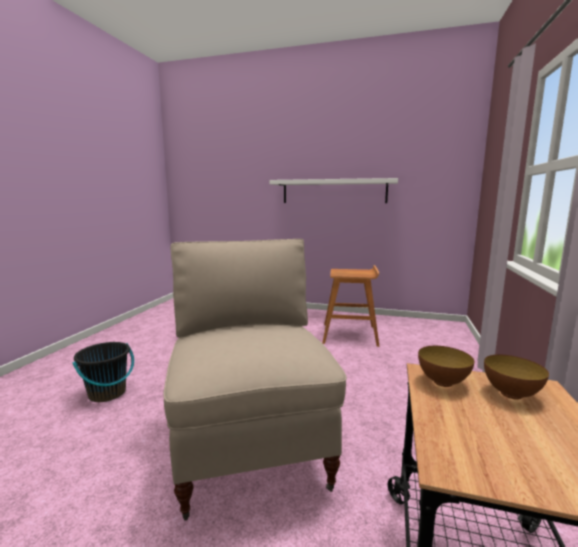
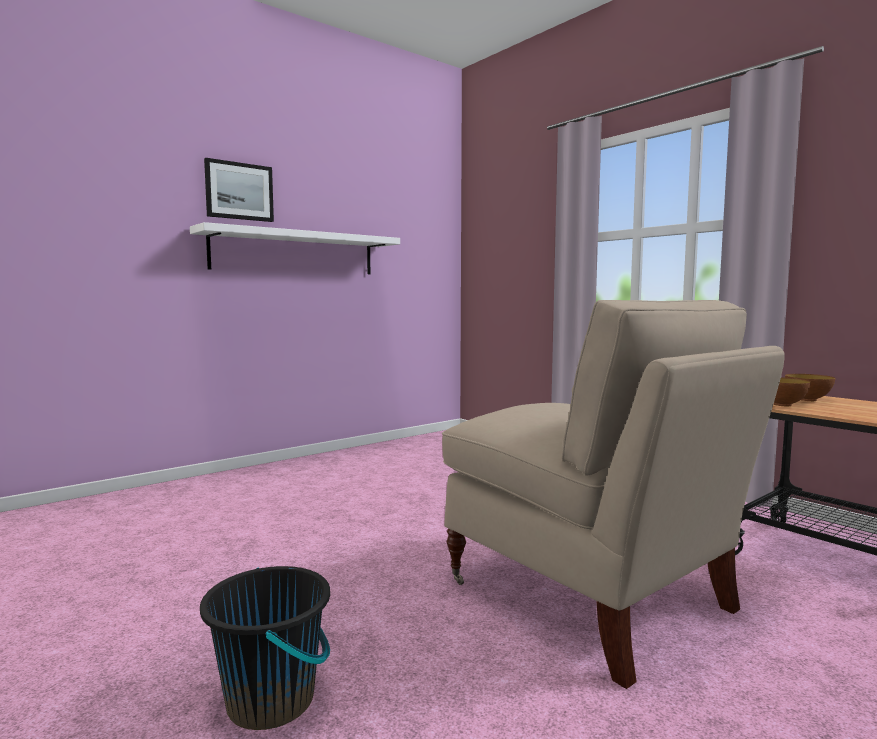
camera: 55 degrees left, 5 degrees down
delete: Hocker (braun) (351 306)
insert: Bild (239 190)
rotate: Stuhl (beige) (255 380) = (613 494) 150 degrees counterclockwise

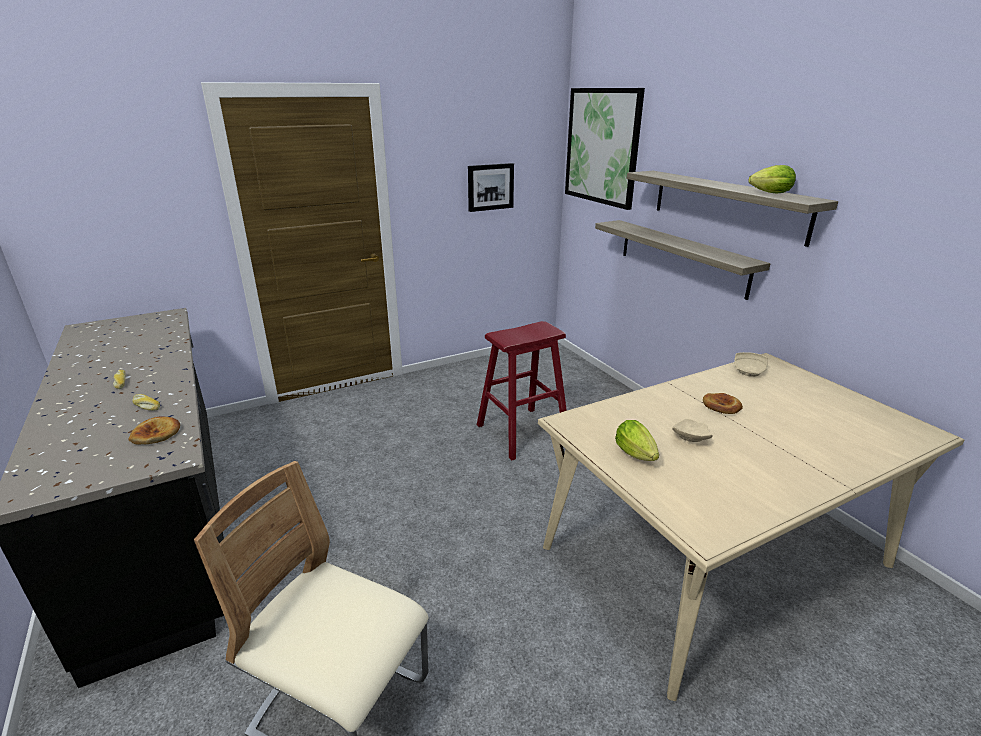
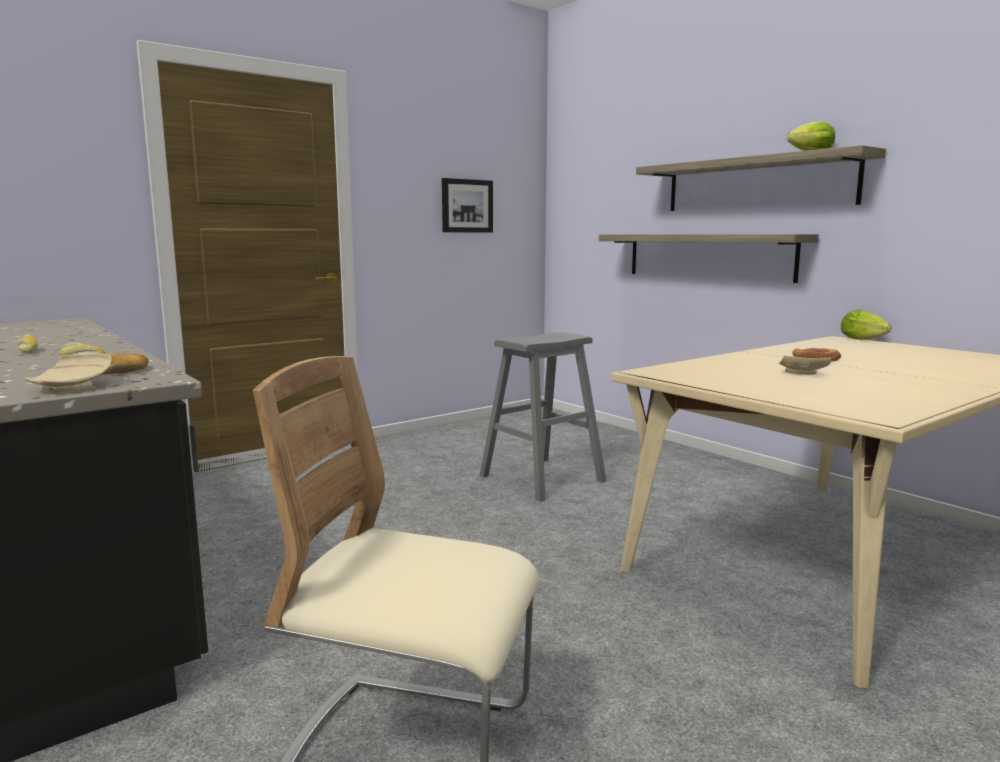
camera: 10 degrees left, 15 degrees down
delete: Bild (605 149)
move: Salatkopf (637 440) to (866 325); Teller (beige) (751 364) to (68 373)
recolor: Hocker (rot) (522 391) to Hocker (grau) (543 417)

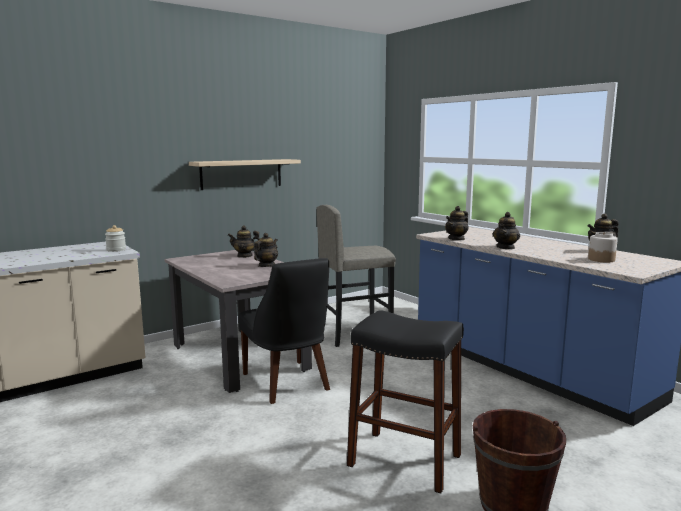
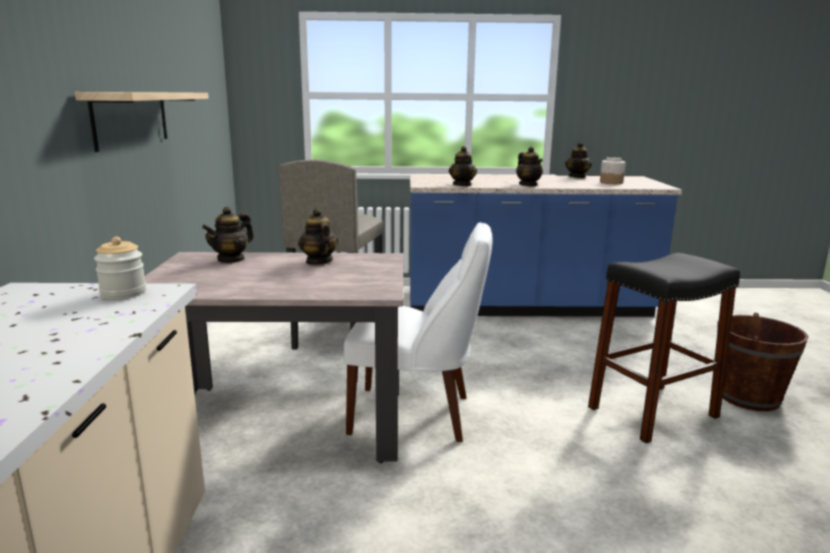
camera: 55 degrees left, 5 degrees up
recolor: Stuhl (schwarz) (284 331) to Stuhl (weiß) (418 332)

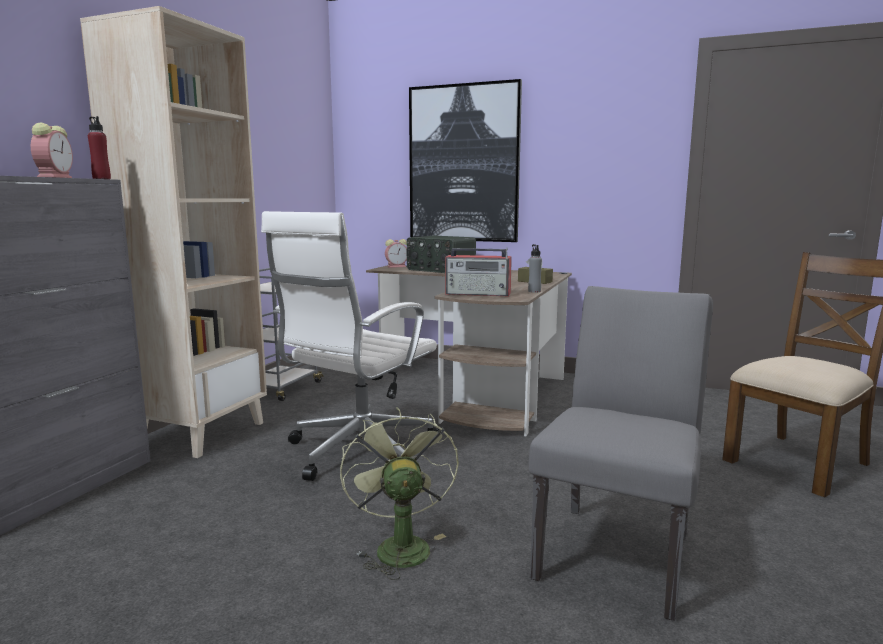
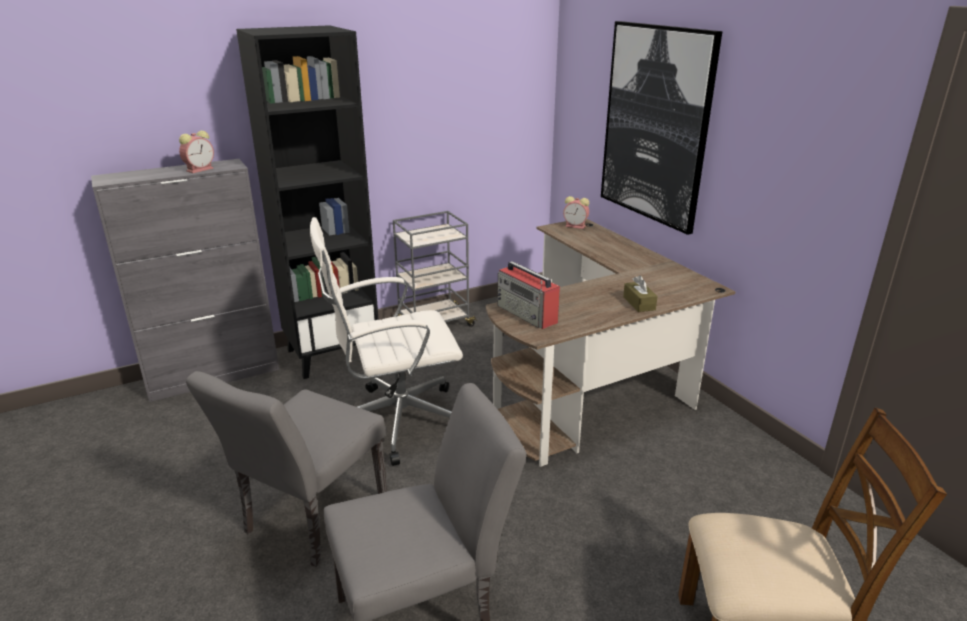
camera: 40 degrees right, 15 degrees up
delete: Flasche (rot) (99 147); Radio (441 254); Flasche (grau) (535 268)
replace: Ventilator (grün) (399 494) to Stuhl (grau) (286 469)
recolor: Bücherregal (beige) (173 232) to Bücherregal (schwarz) (307 202)

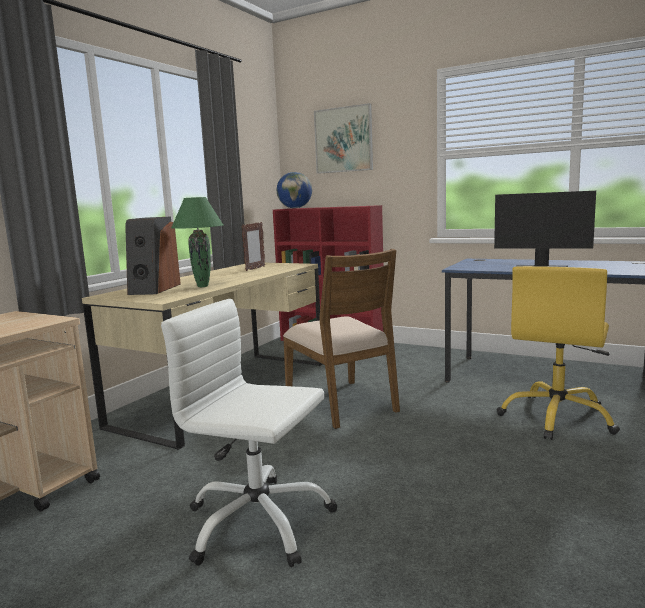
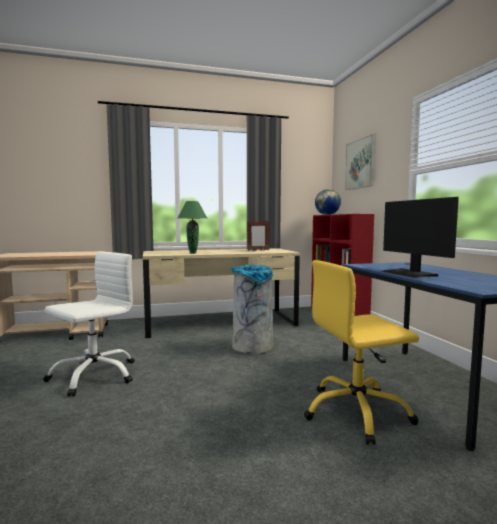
camera: 45 degrees right, 5 degrees down
delete: Lautsprecher (153 256)
replace: Stuhl (braun) (341 339) to Mülleimer (grau) (252 309)
rotate: Bürostuhl (weiß) (249 433) = (88 324) 60 degrees clockwise

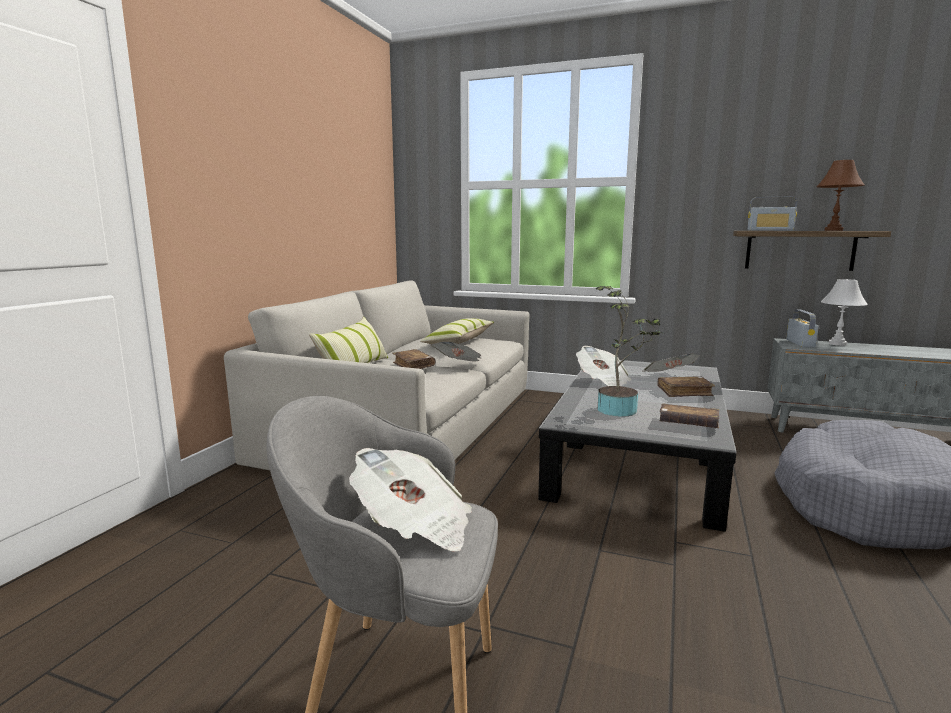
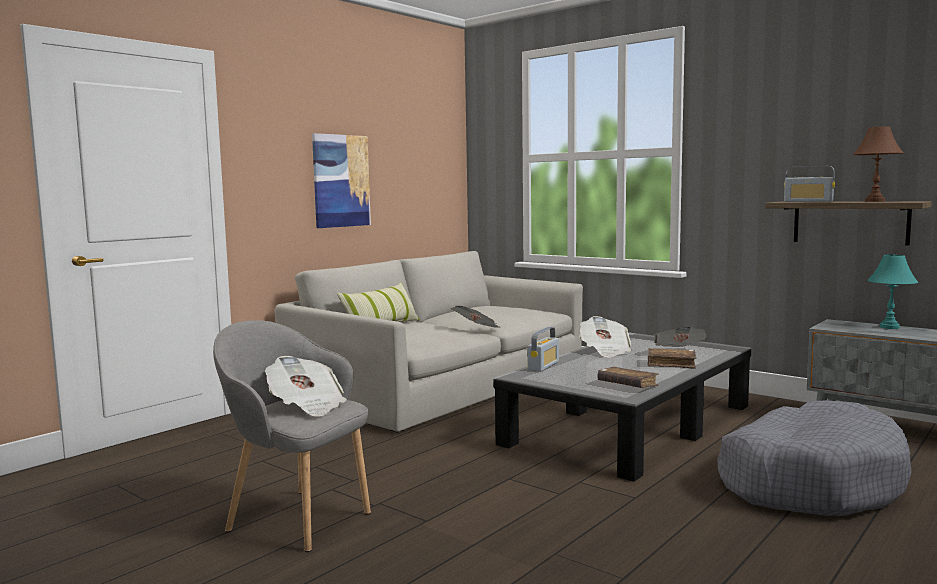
camera: 20 degrees right, 5 degrees down
delete: Buch (braun) (414 359); Kissen (457 331); Topfpflanze (629 351)
insert: Bild (341 180)
move: Radio (802 329) to (543 349)
recolor: Tischlampe (weiß) (844 312) to Tischlampe (türkis) (893 292)

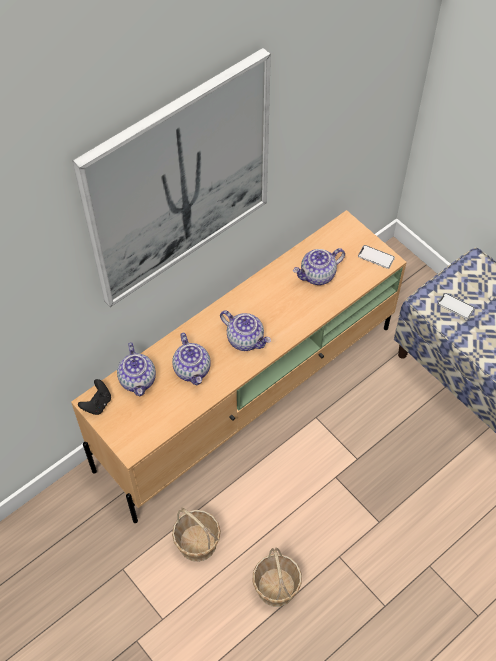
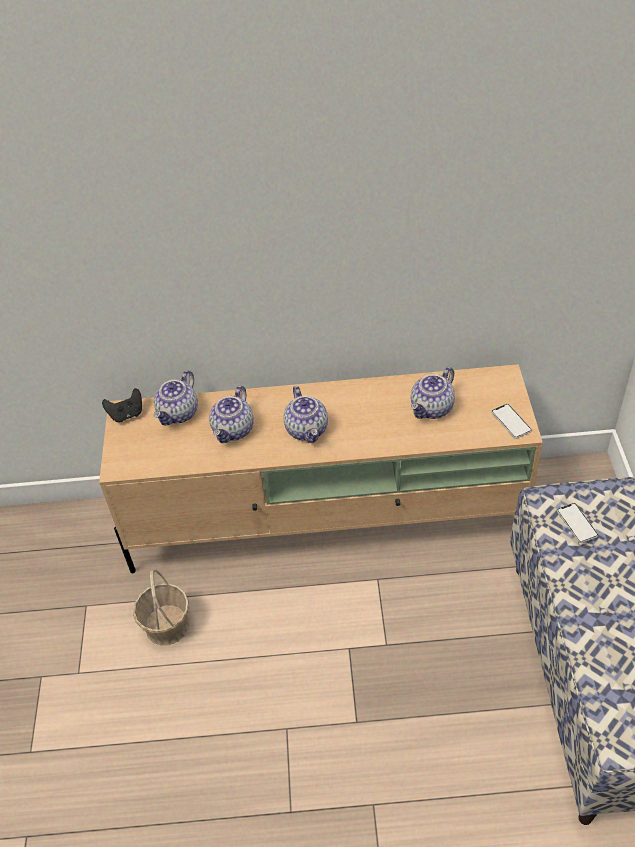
camera: 40 degrees right, 10 degrees down
delete: Bild (171 177); Korb (277 577)
rotate: Teekanne (319 266) = (433 393) 60 degrees counterclockwise

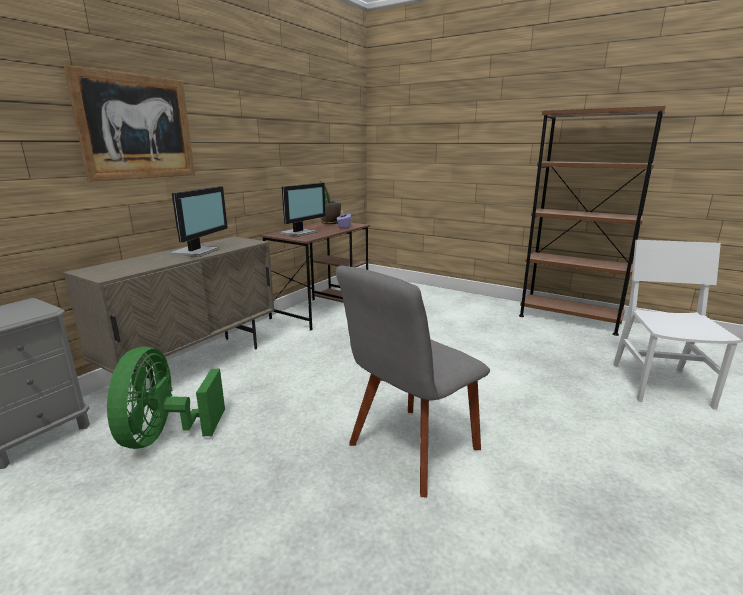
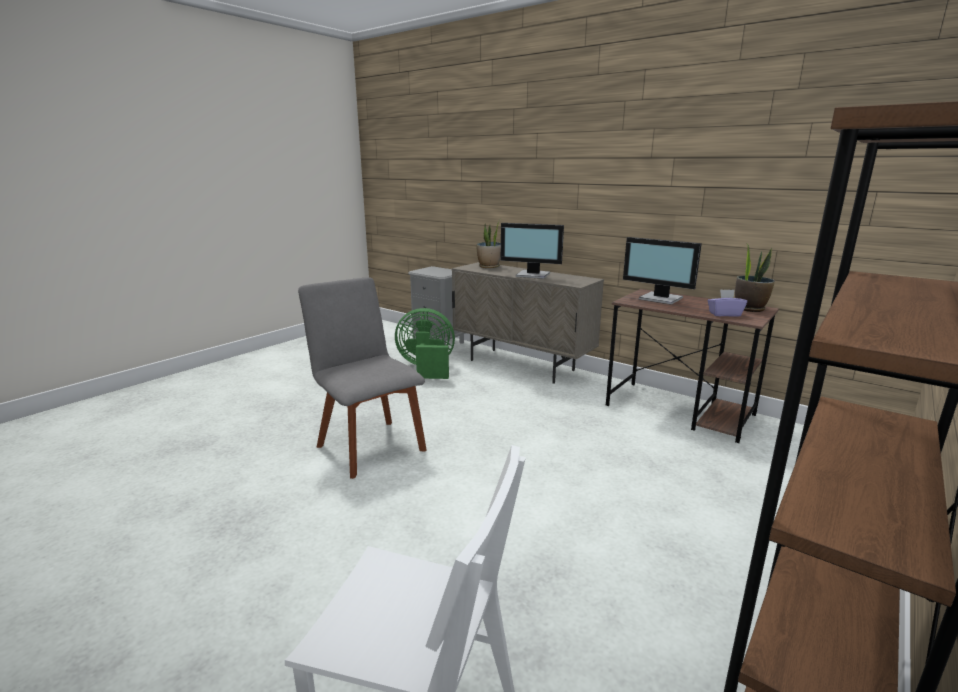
camera: 95 degrees right, 0 degrees up
delete: Bild (129 123)
insert: Topfpflanze (488 244)

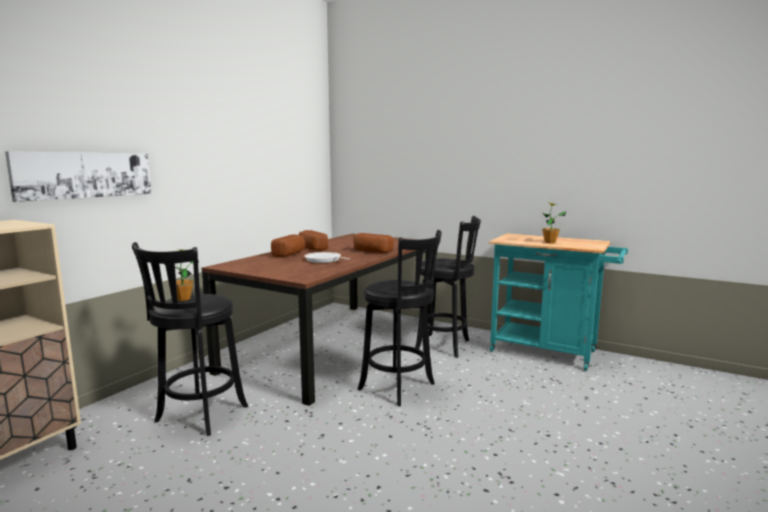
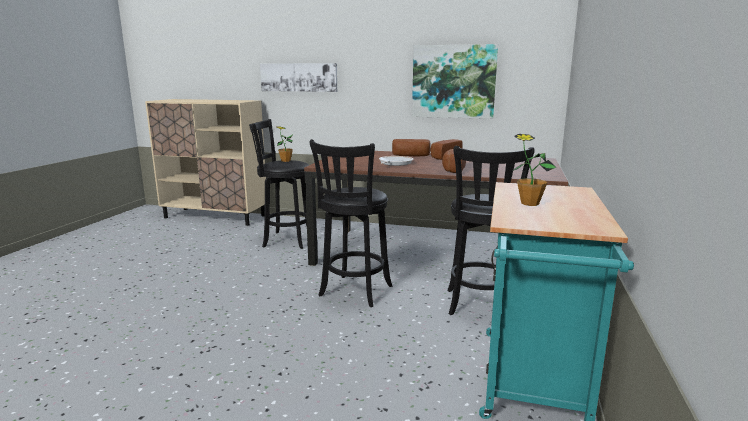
camera: 75 degrees right, 5 degrees up
insert: Bild (455 81)

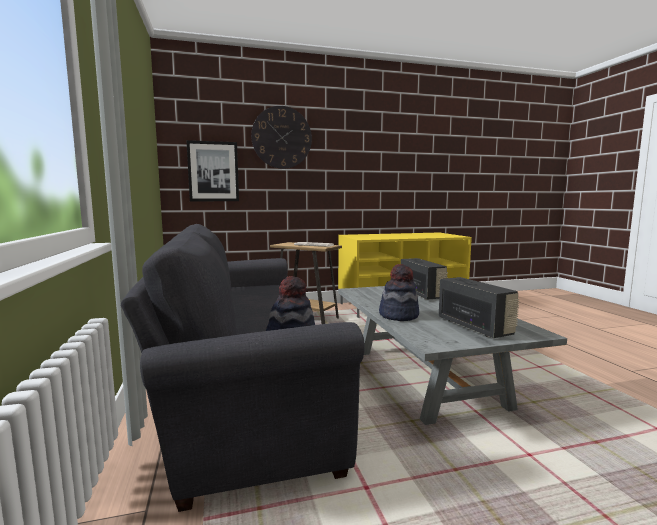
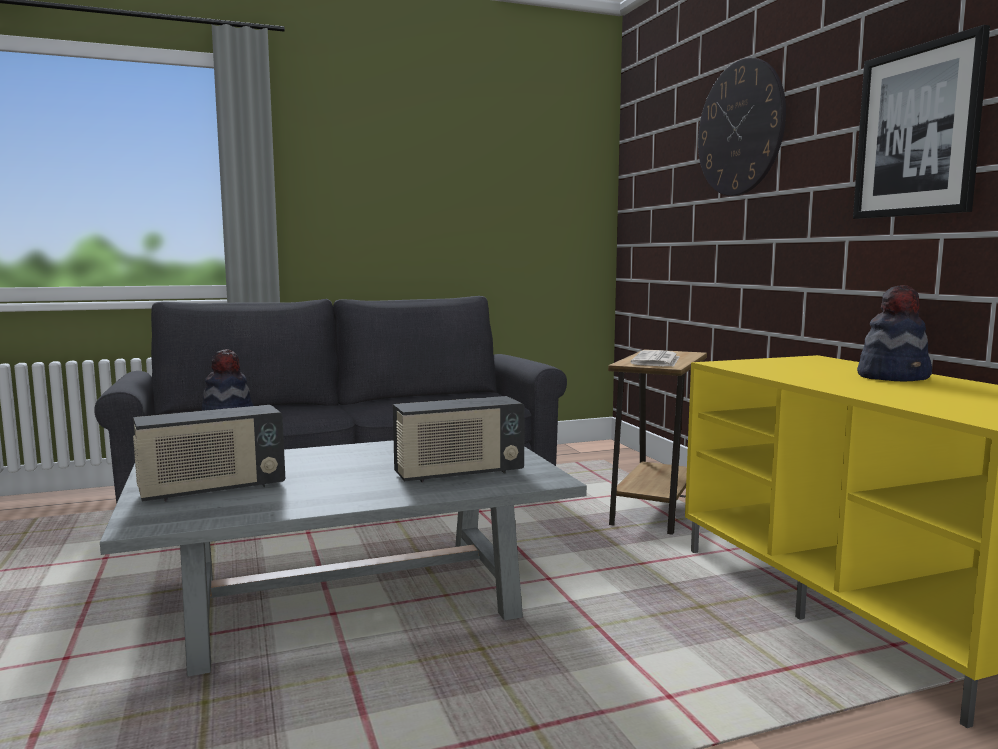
camera: 85 degrees right, 0 degrees up
move: Bild (212 170) to (921 122); Hut (399 292) to (894 333)

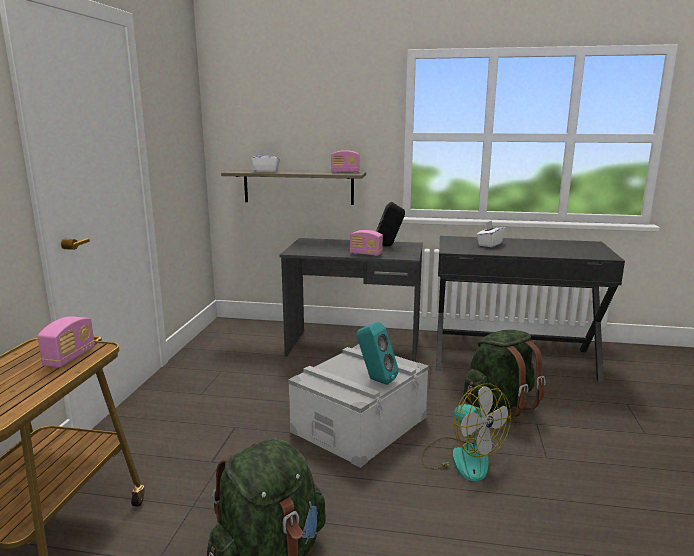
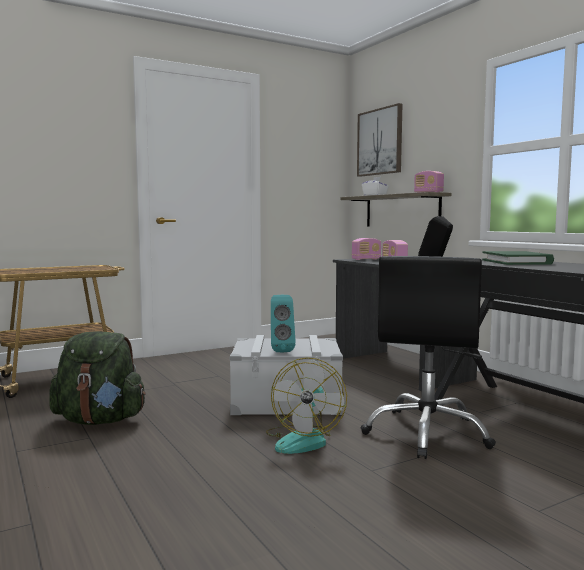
camera: 50 degrees right, 10 degrees down
insert: Bild (379 140)
move: Radio (66 342) to (366 249)
replace: Rucksack (grün) (505 374) to Bürostuhl (schwarz) (428 357); Taschentuchbox (weiß) (490 233) to Buch (grün) (518 258)

